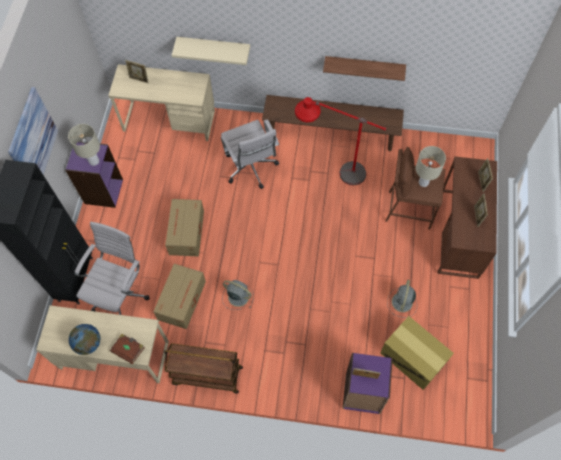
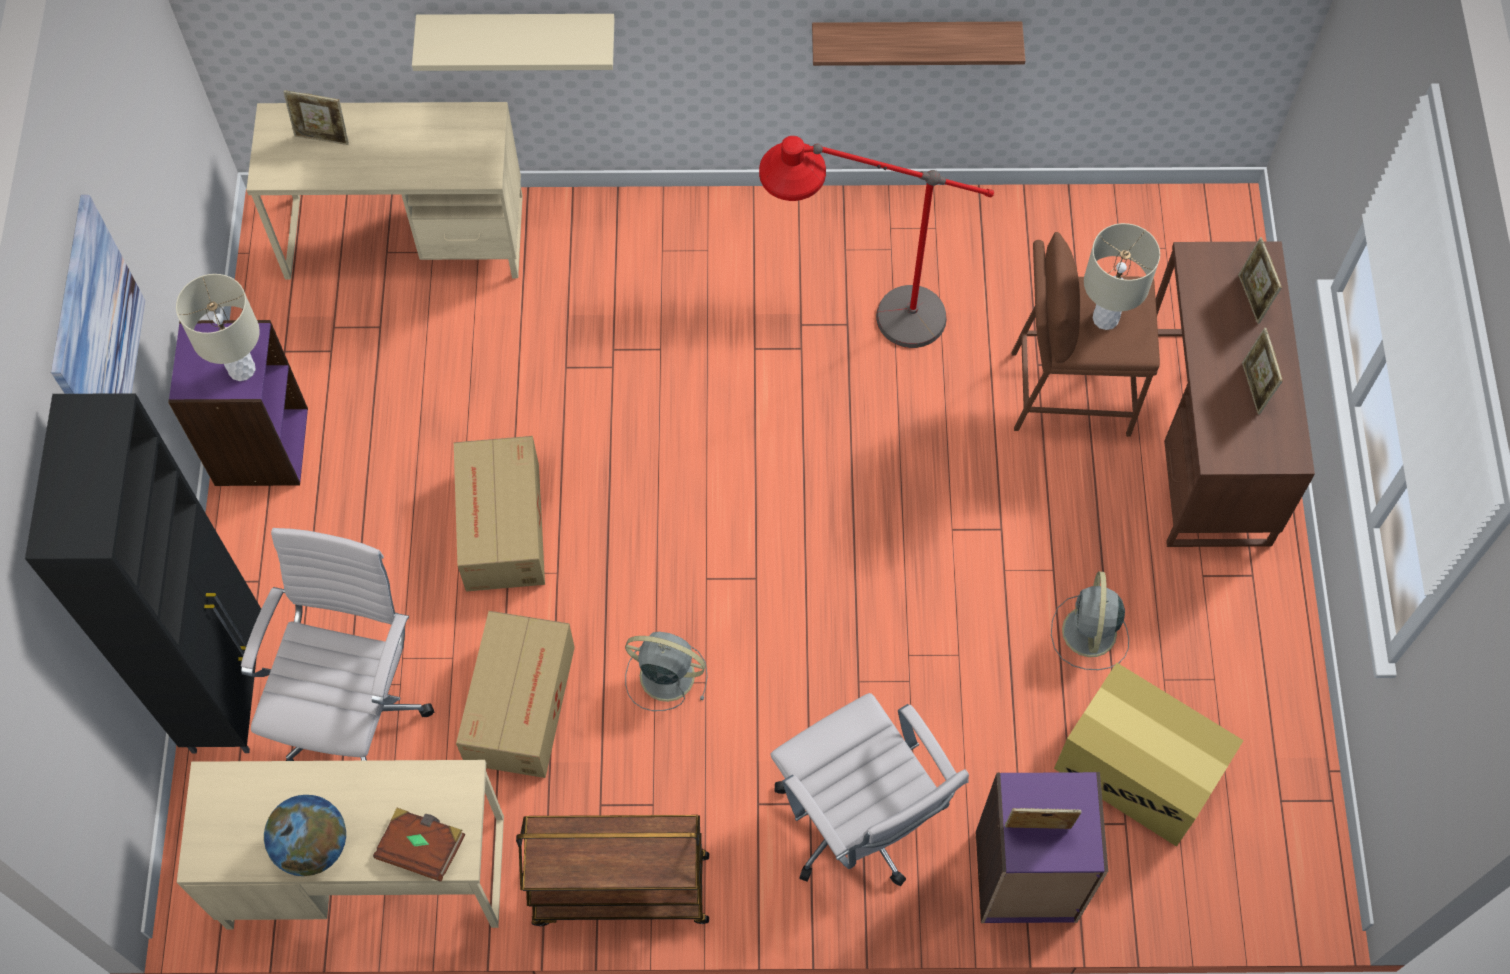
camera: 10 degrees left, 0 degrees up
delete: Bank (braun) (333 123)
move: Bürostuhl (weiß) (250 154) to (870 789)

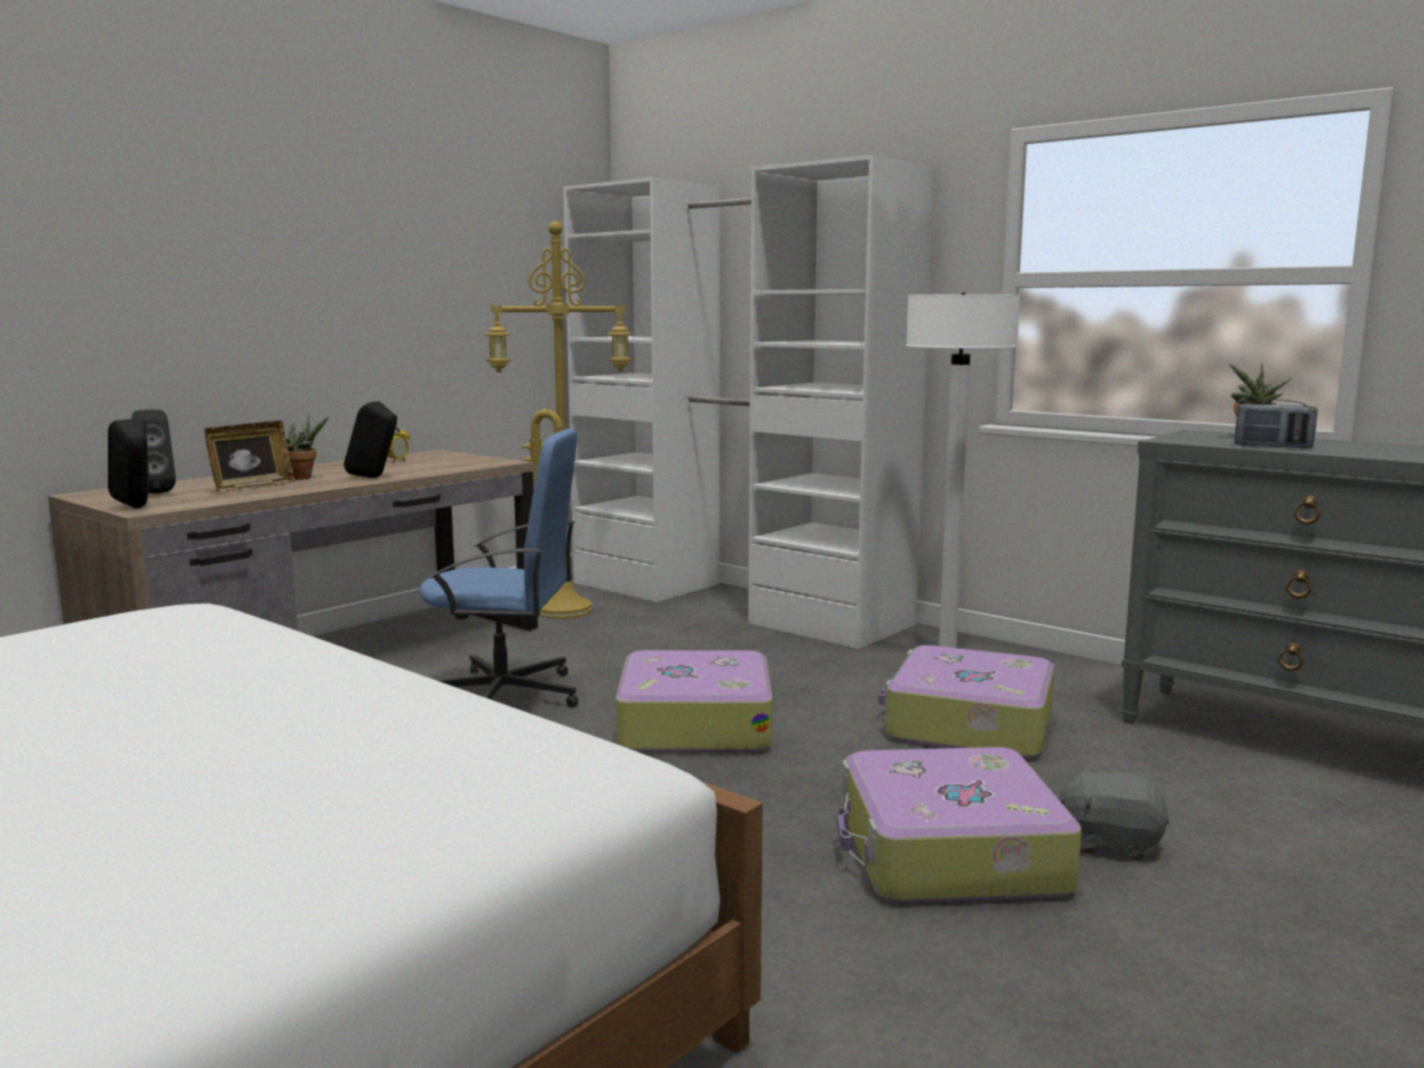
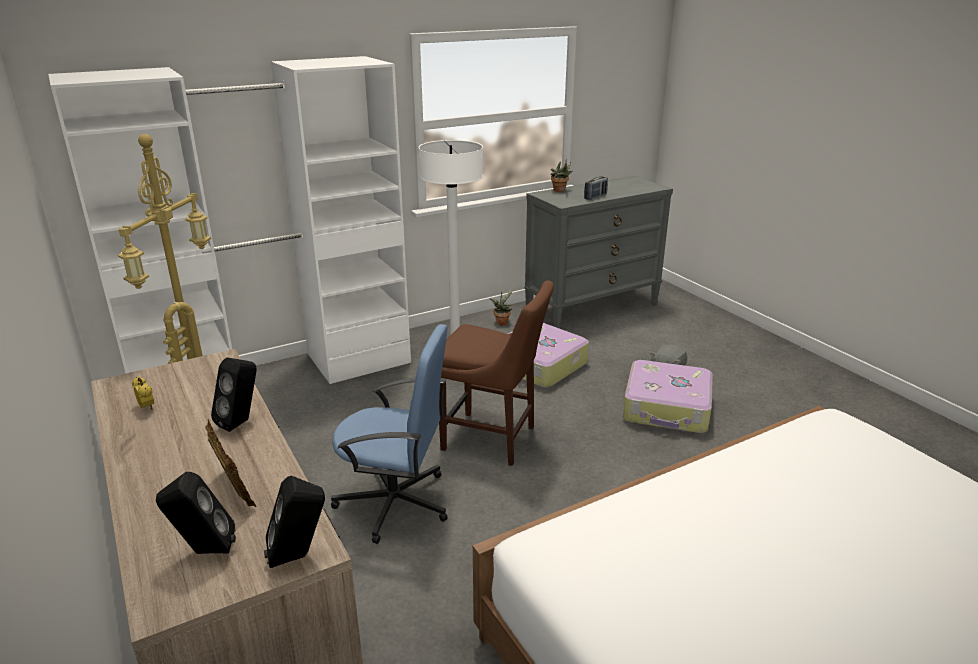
camera: 70 degrees left, 15 degrees up
move: Topfpflanze (307 447) to (502 306)
replace: Koffer (694 701) to Stuhl (braun) (496 373)
rotate: Bürostuhl (blau) (498 568) = (389 434) 75 degrees clockwise

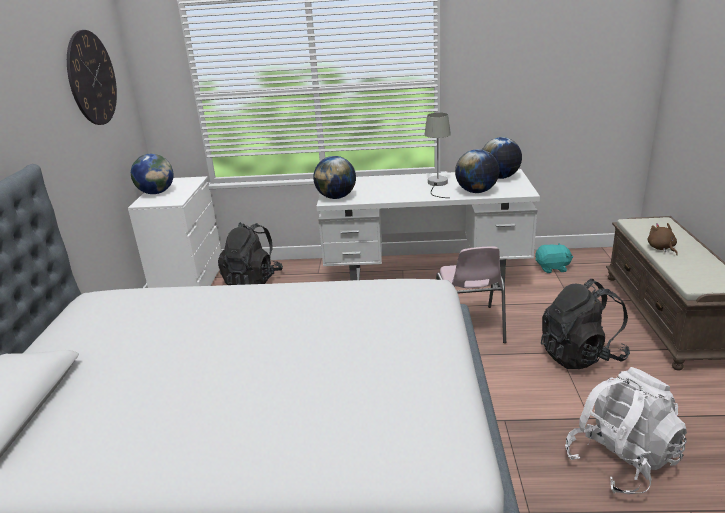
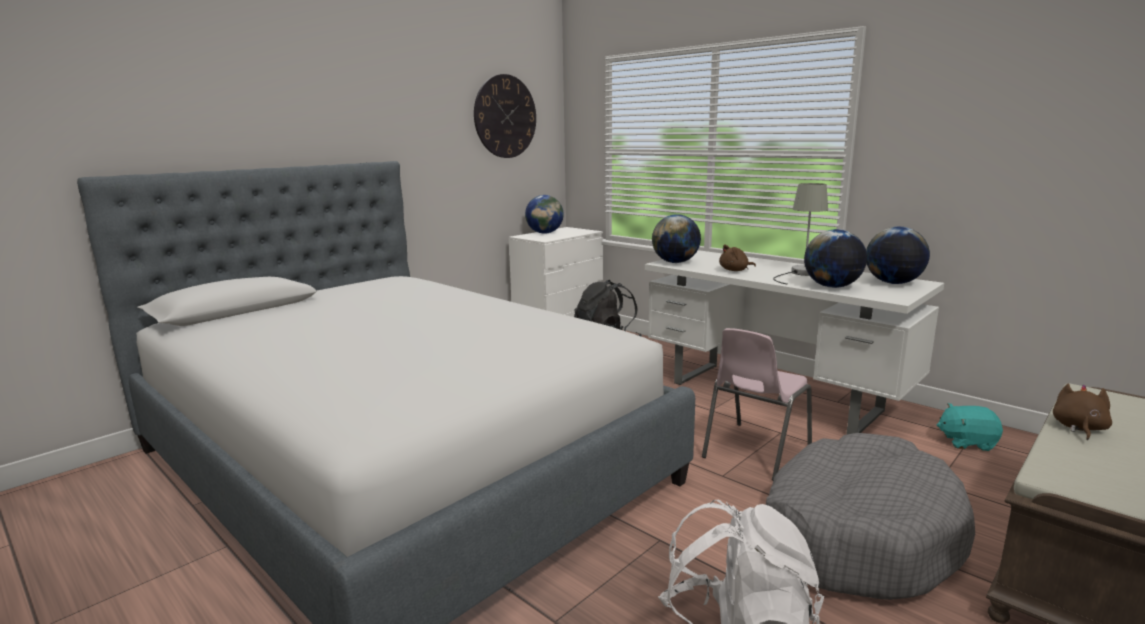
camera: 40 degrees right, 10 degrees down
insert: Plüschtier (braun) (737 258)
replace: Rucksack (schwarz) (585 324) to Hundebett (grau) (870 516)
rotate: Plüschtier (türkis) (554 258) = (970 427) 150 degrees clockwise

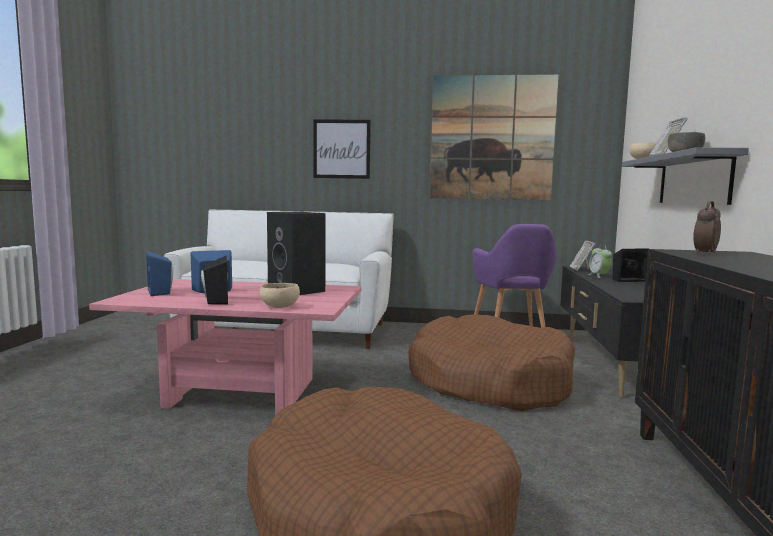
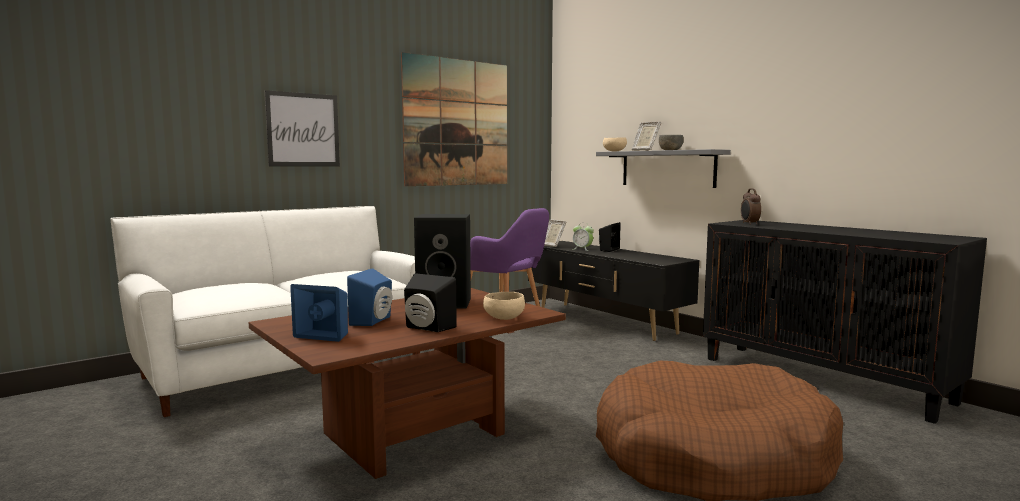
camera: 45 degrees left, 0 degrees up
delete: Hundebett (braun) (491 362)
recolor: Couchtisch (rosa) (225 347) to Couchtisch (braun) (407 383)

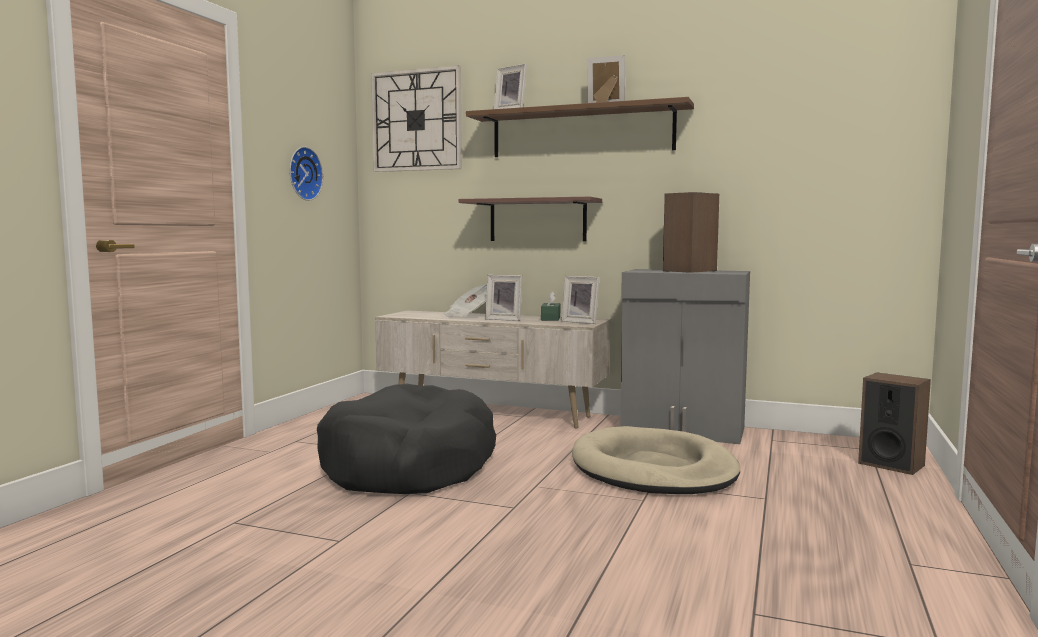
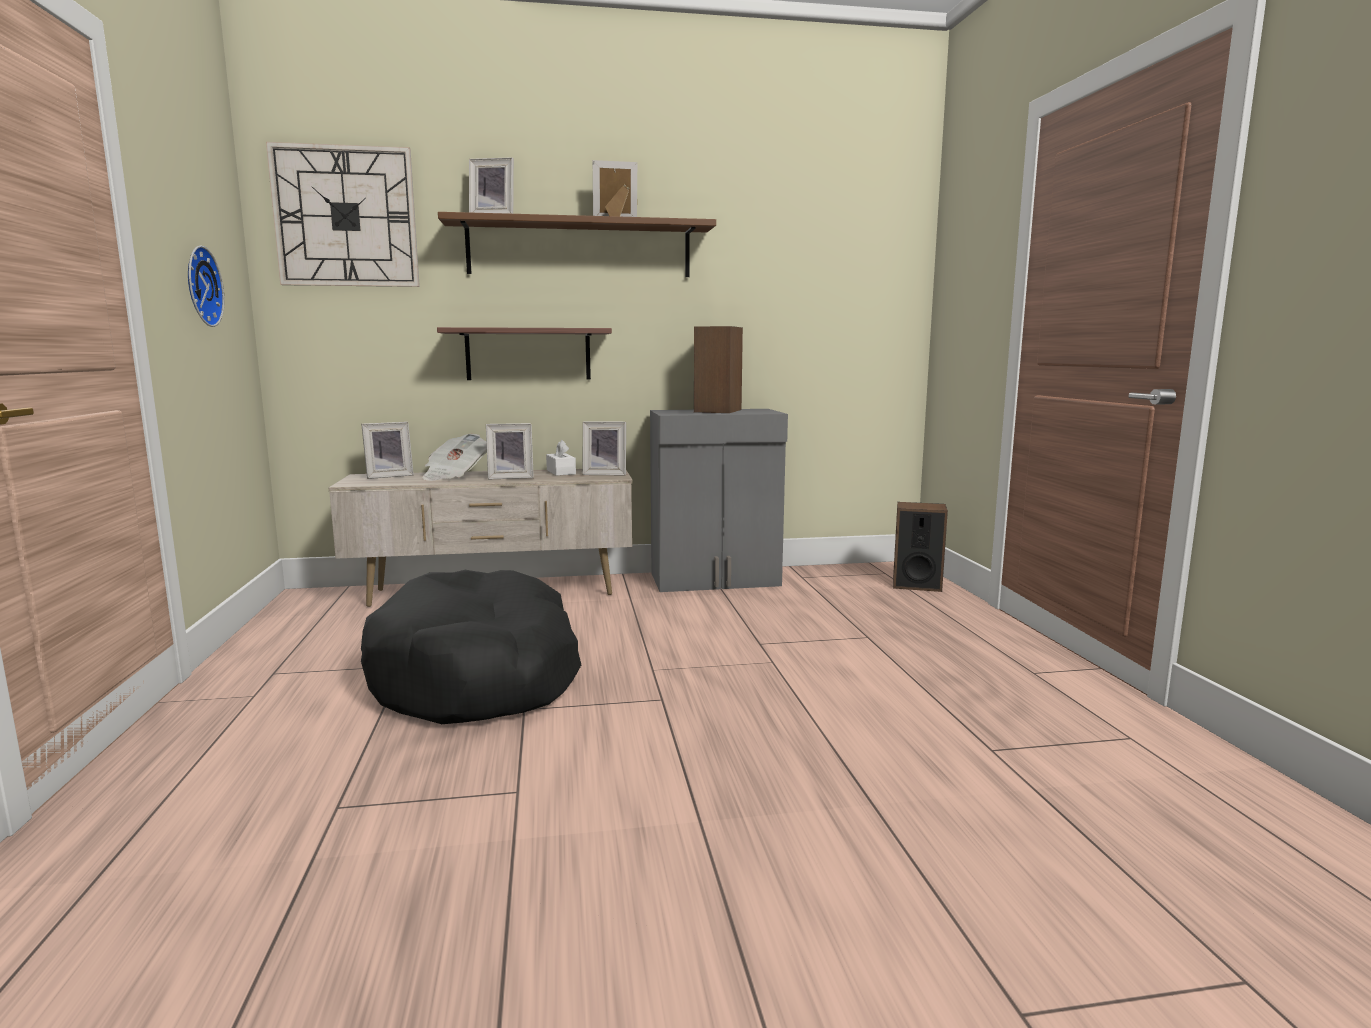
camera: 30 degrees left, 5 degrees up
delete: Hundebett (beige) (656 460)
insert: Bilderrahmen (387 450)
recolor: Taschentuchbox (grün) (550 306) to Taschentuchbox (weiß) (561 458)

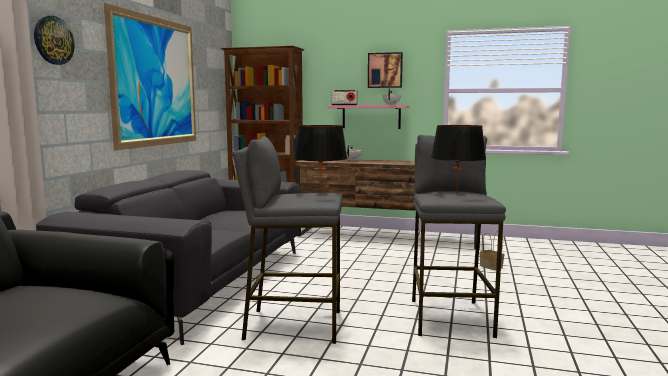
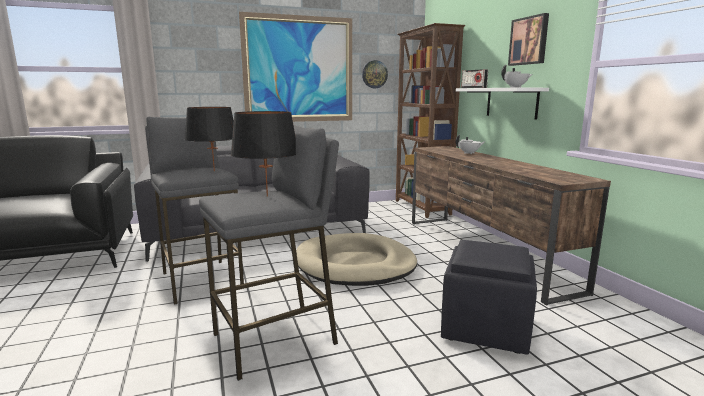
camera: 55 degrees right, 5 degrees up
insert: Hundebett (beige) (356 259)
move: Wanduhr (54 40) to (375 74)
replace: Korb (491 250) to Polsterhocker (schwarz) (489 297)
recolor: Wandregal (rosa) (368 117) to Wandregal (weiß) (502 104)

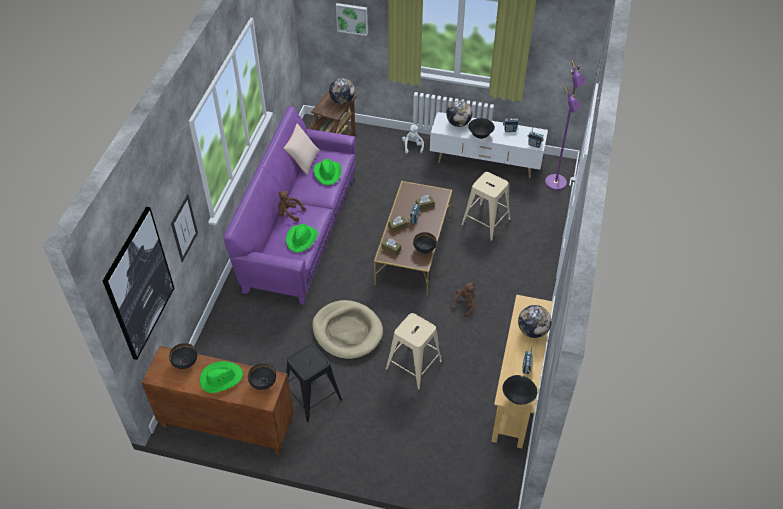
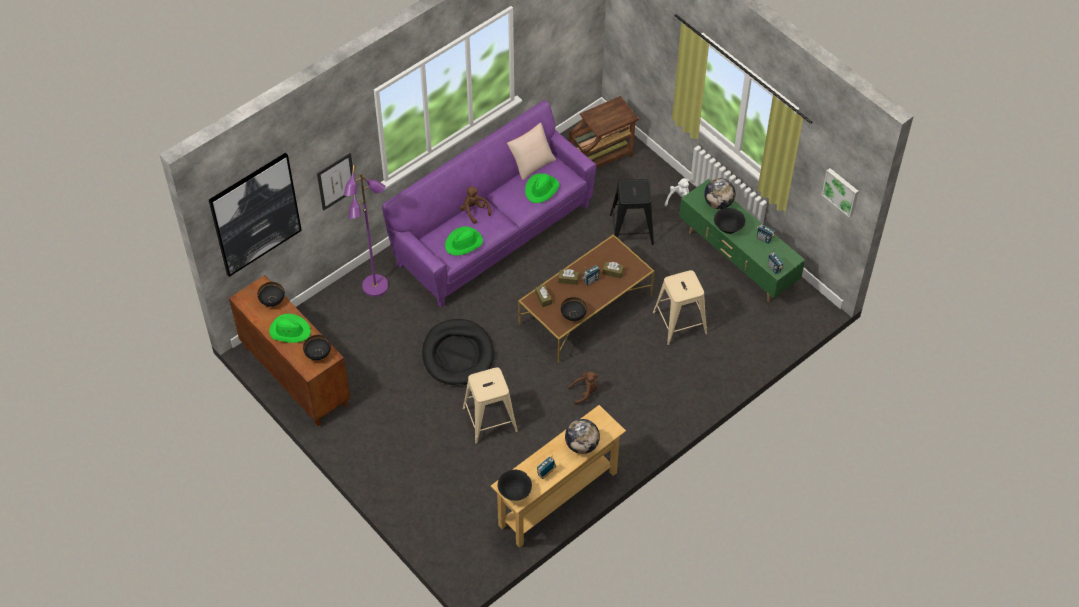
camera: 35 degrees right, 5 degrees up
delete: Globus (342 91)
move: Hocker (schwarz) (314 383) to (632 212); Bild (352 19) to (840 193); Stehlampe (lila) (565 125) to (366 230)
recolor: Hundebett (beige) (347 329) to Hundebett (schwarz) (458 352); Fernsehschrank (weiß) (489 145) to Fernsehschrank (grün) (742 240)

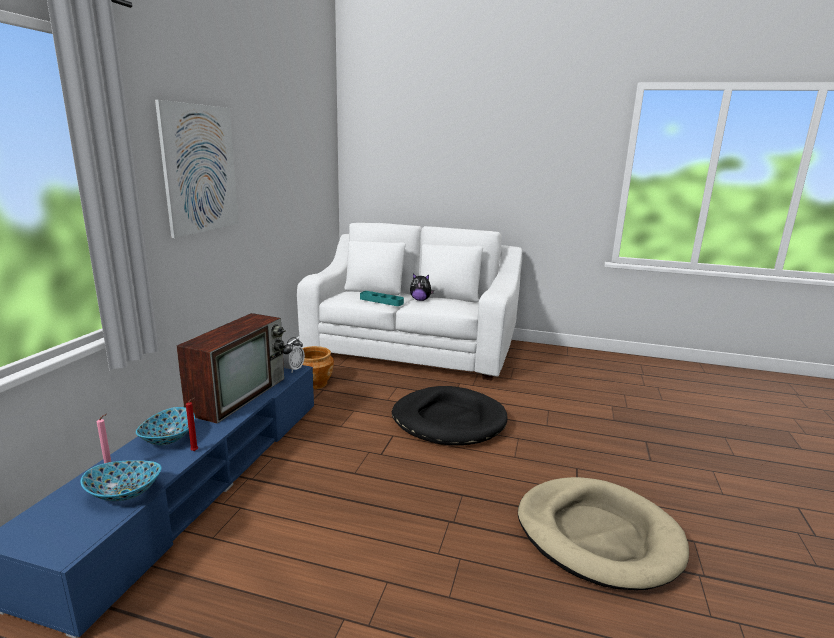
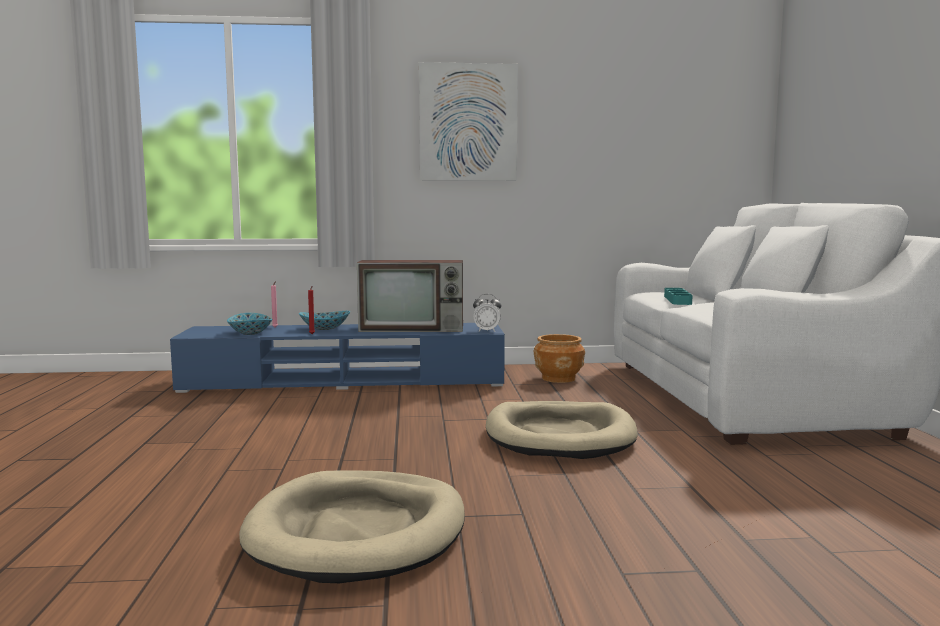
camera: 70 degrees right, 10 degrees down
delete: Plüschtier (422 287)
recolor: Hundebett (schwarz) (450 416) to Hundebett (beige) (562 430)

